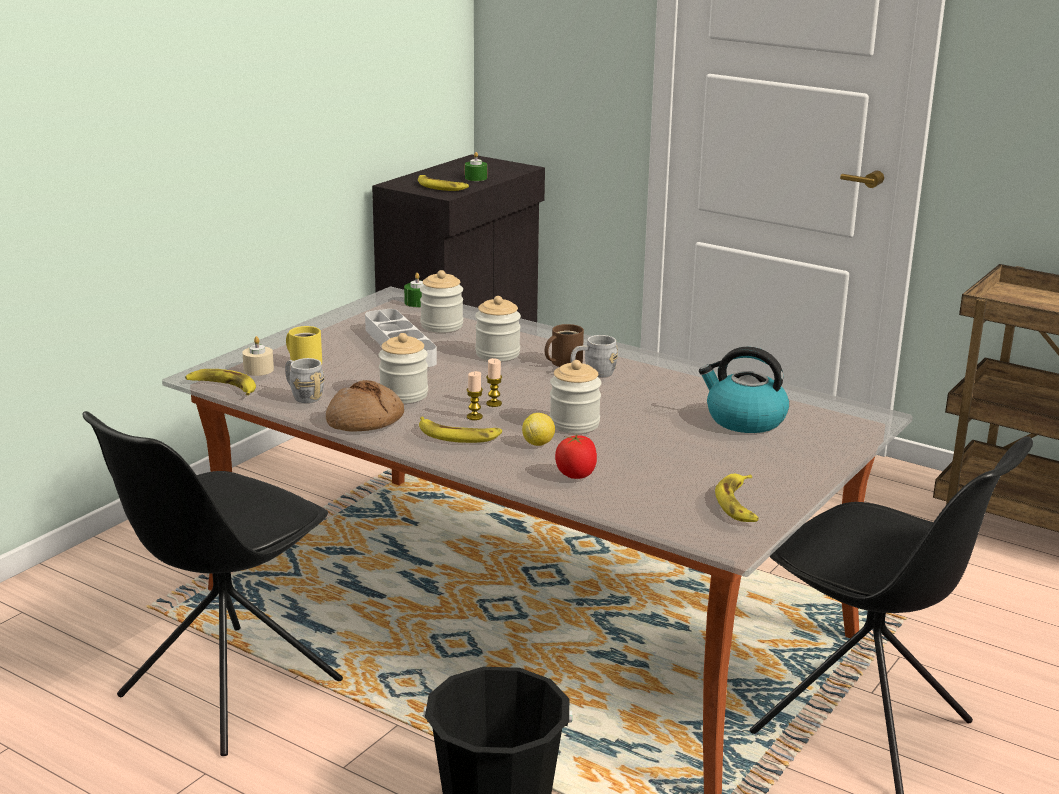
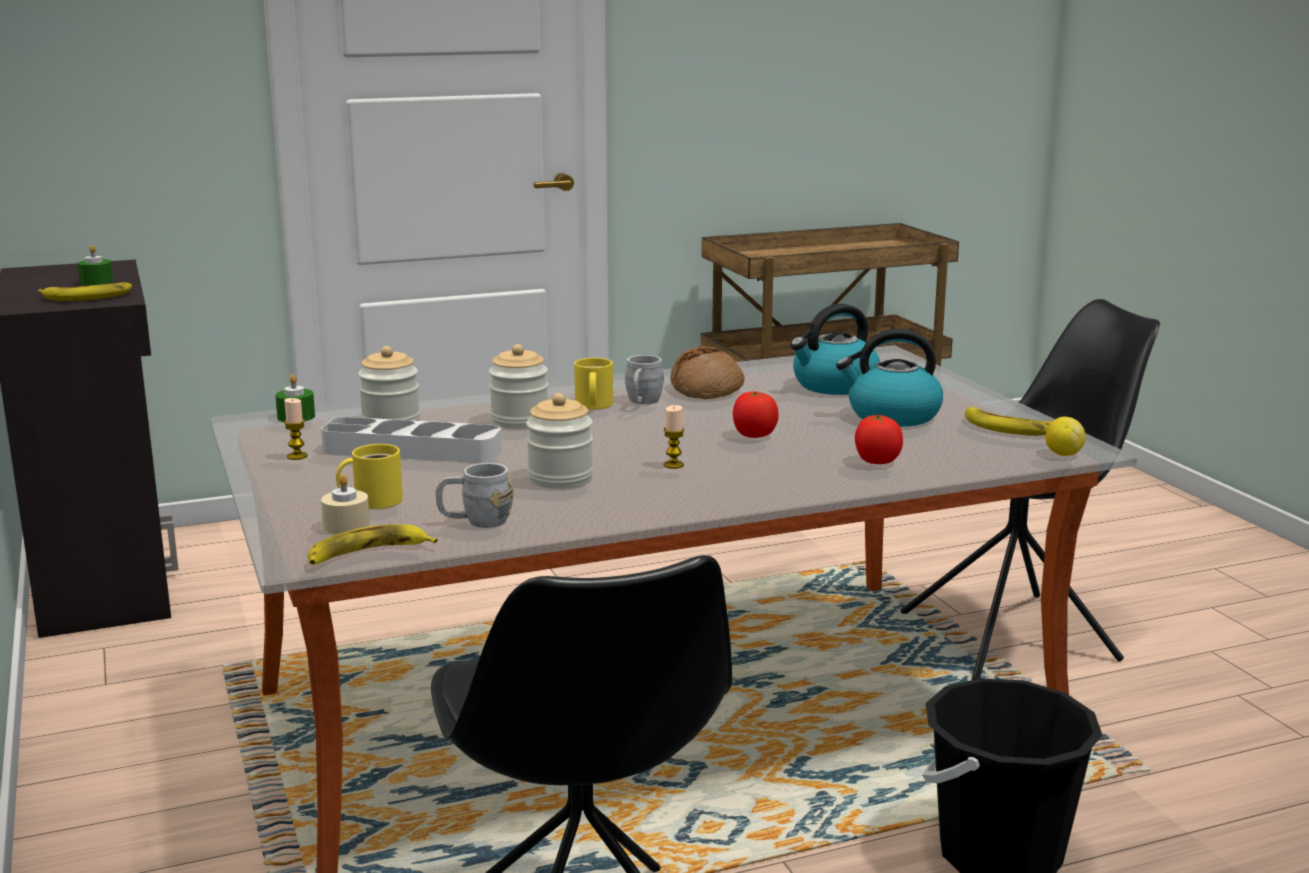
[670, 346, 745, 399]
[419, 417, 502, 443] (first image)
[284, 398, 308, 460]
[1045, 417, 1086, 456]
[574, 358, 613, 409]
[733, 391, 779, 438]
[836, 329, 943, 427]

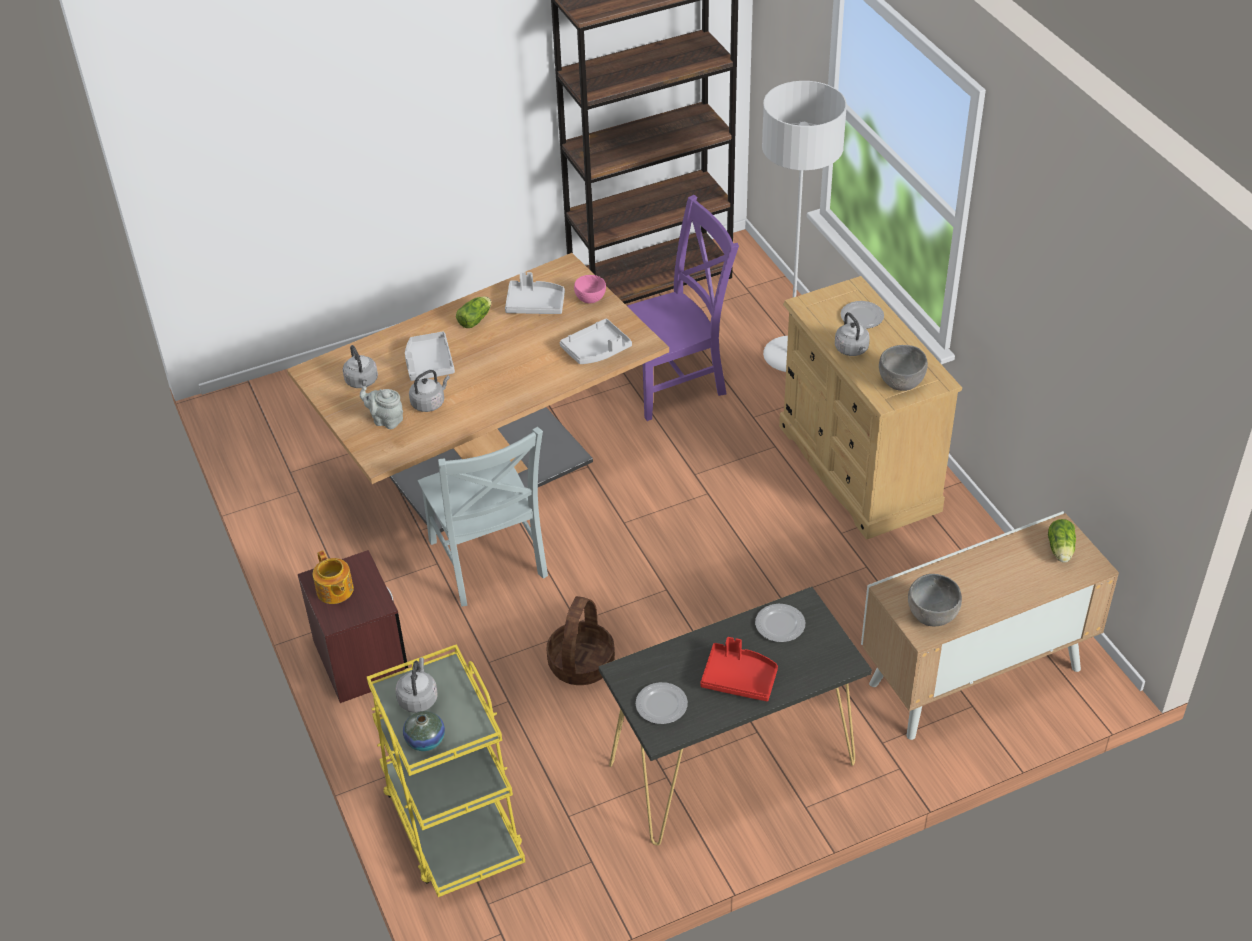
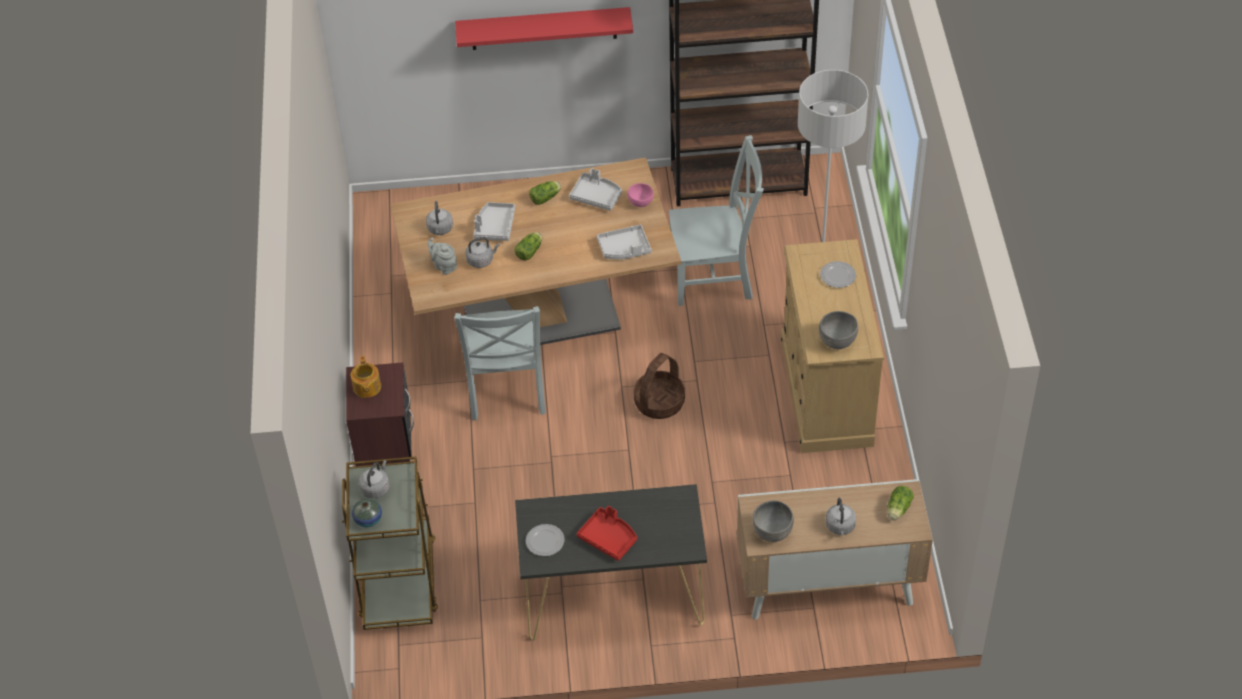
[342, 457, 438, 630]
[634, 353, 685, 419]
[669, 135, 764, 306]
[755, 604, 805, 642] (first image)
[826, 498, 856, 535]
[455, 7, 633, 50]
[514, 232, 542, 261]

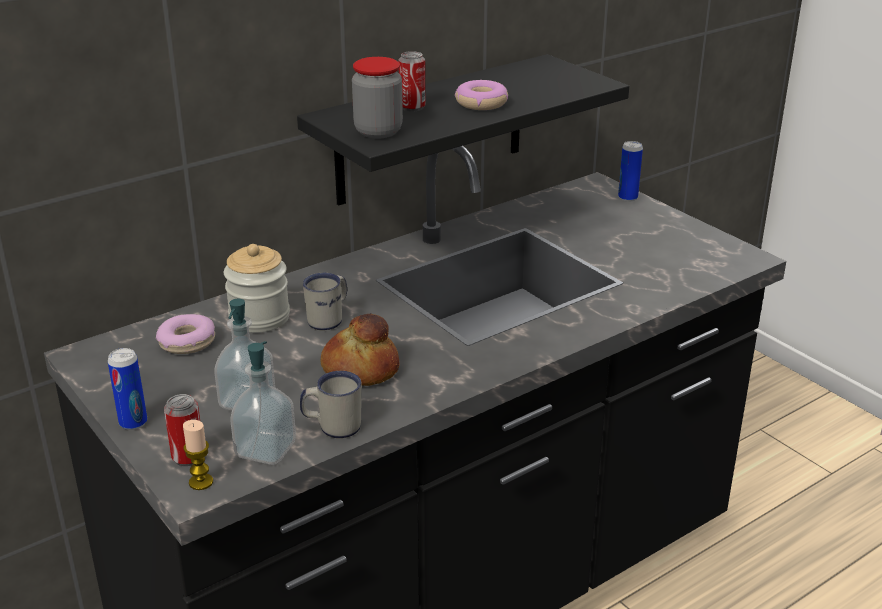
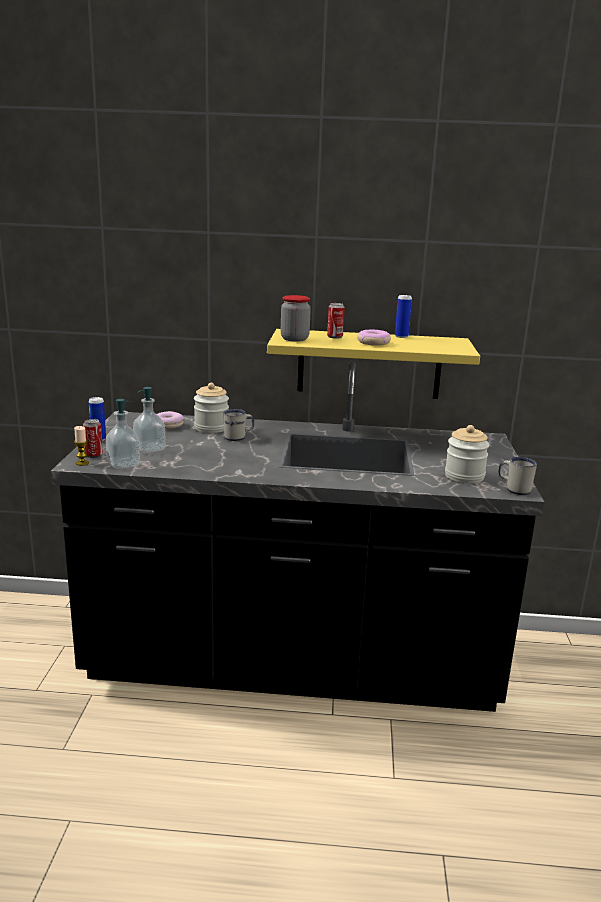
[267, 329, 480, 399]
[499, 457, 537, 495]
[321, 314, 399, 386] (first image)
[395, 295, 412, 338]
[445, 425, 489, 483]

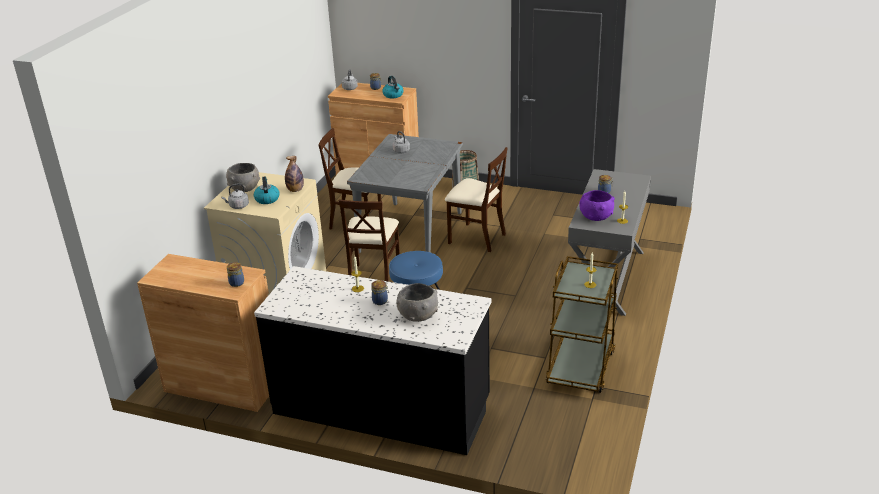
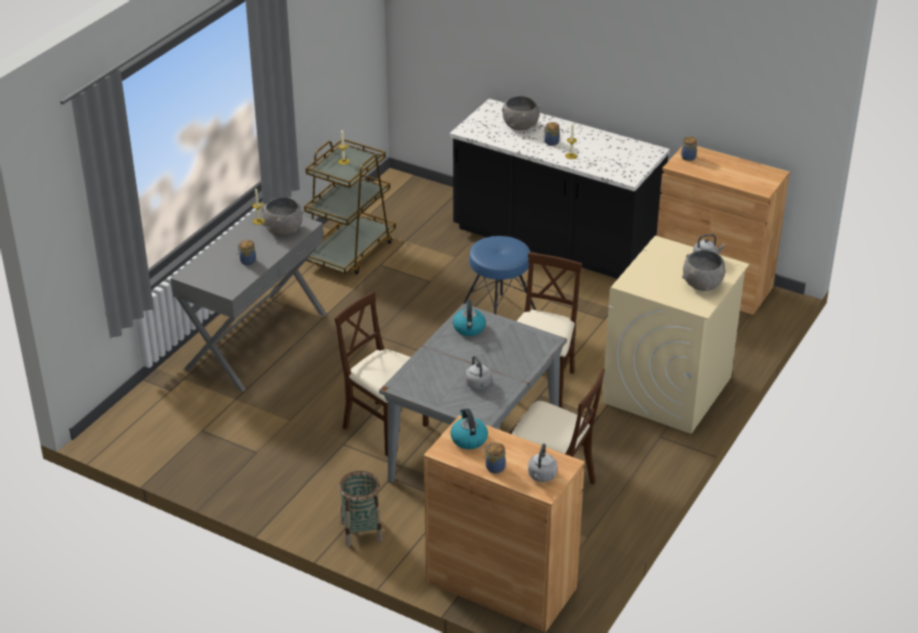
[453, 300, 486, 336]
[285, 156, 304, 192] (first image)
[261, 197, 304, 235]

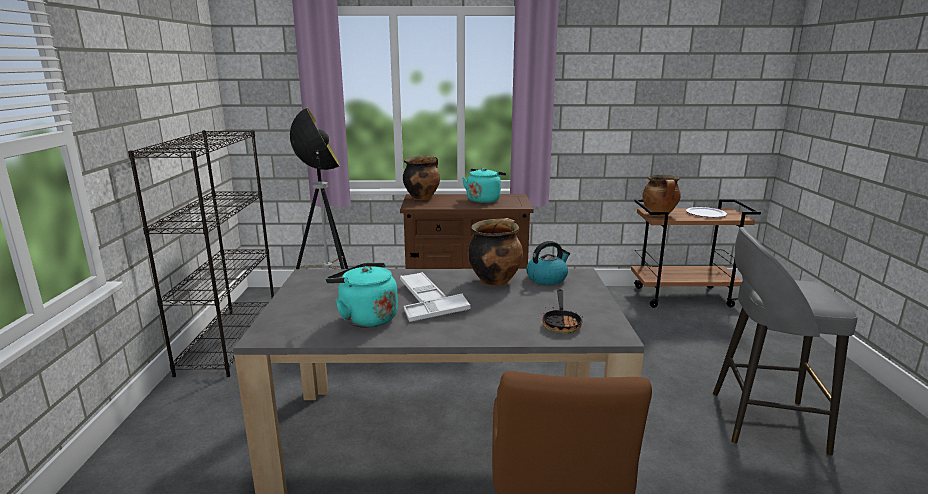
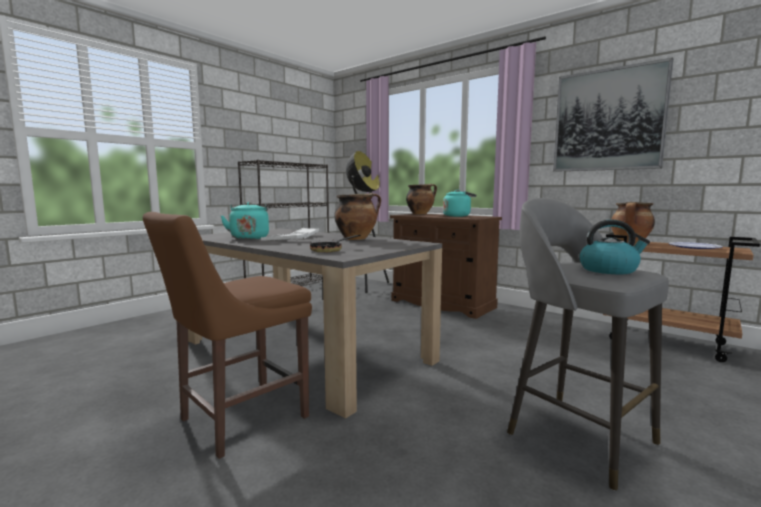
[579, 219, 650, 274]
[553, 58, 673, 172]

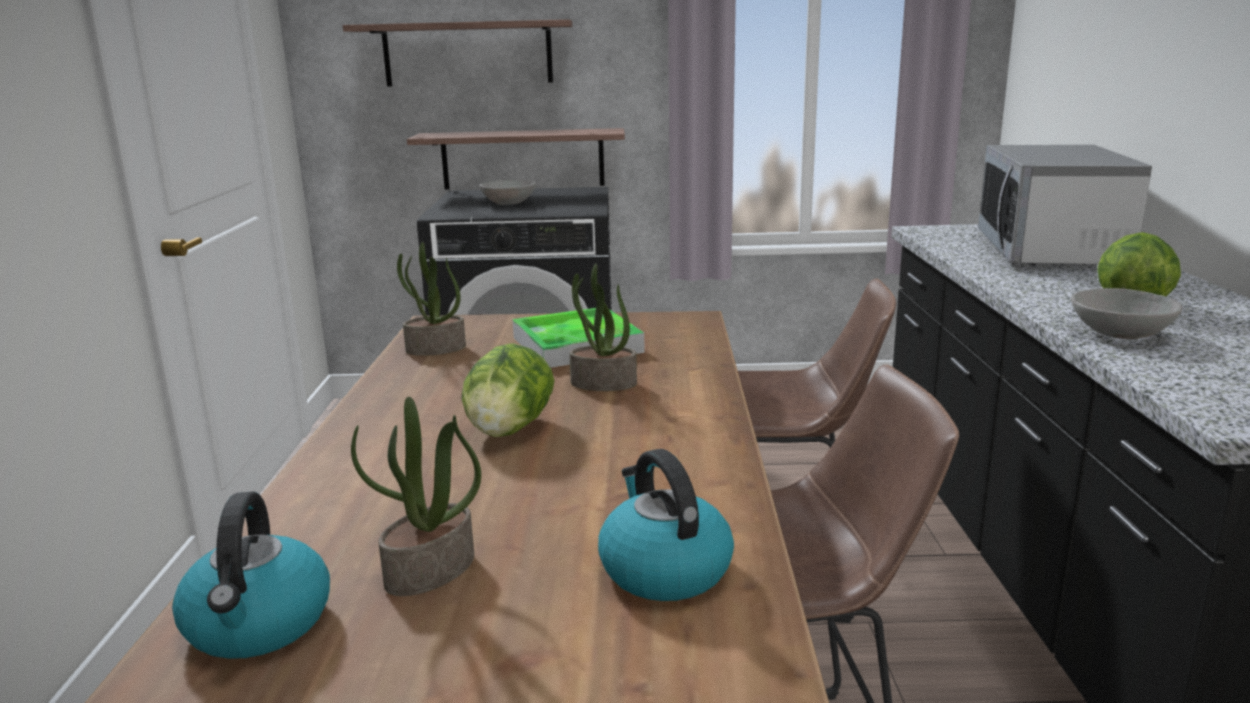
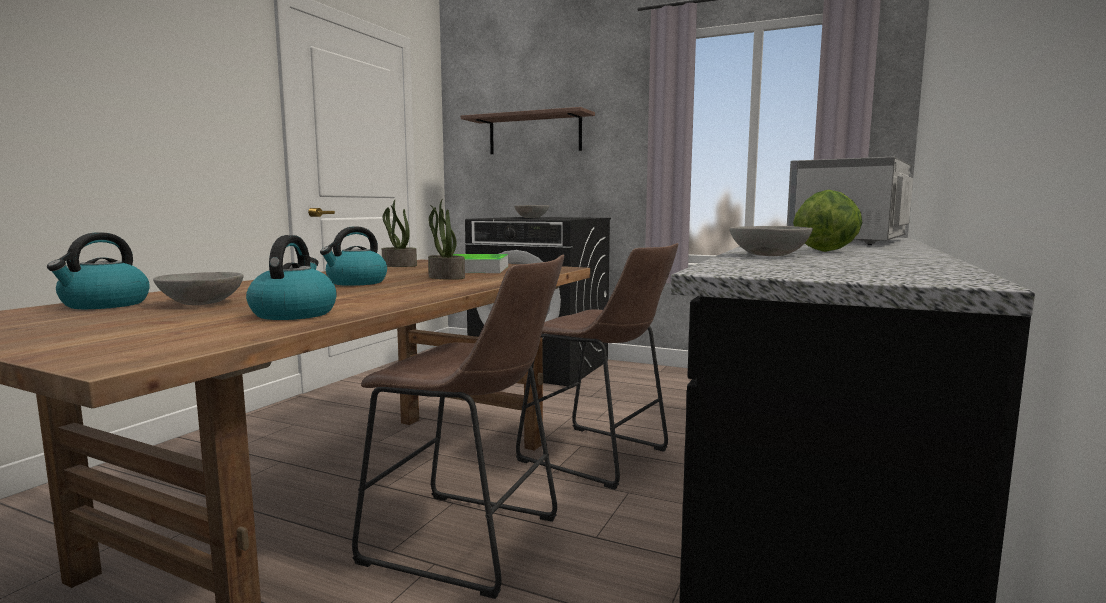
[153, 272, 244, 305]
[407, 128, 625, 190] (first image)
[320, 226, 387, 286]

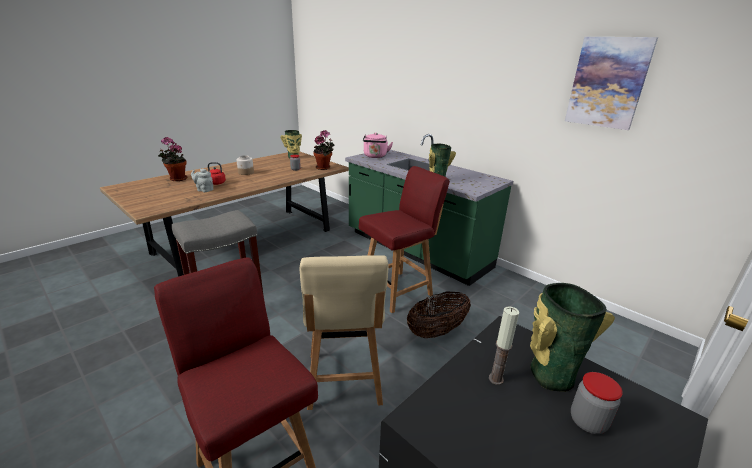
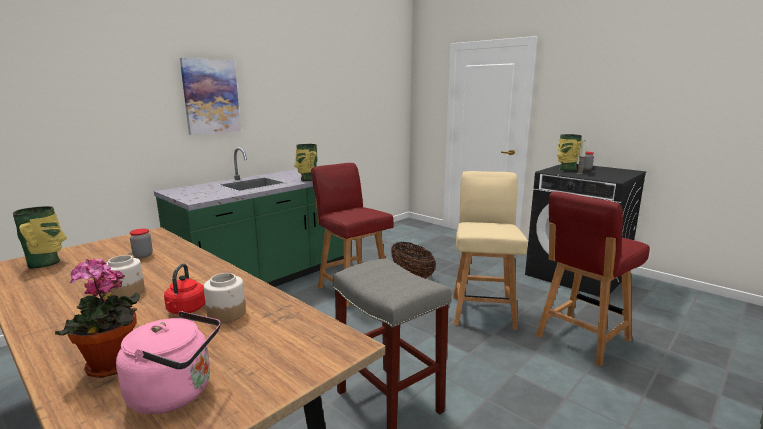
[204, 273, 246, 323]
[453, 171, 528, 330]
[313, 130, 335, 170] (first image)
[116, 311, 221, 414]
[180, 58, 241, 135]

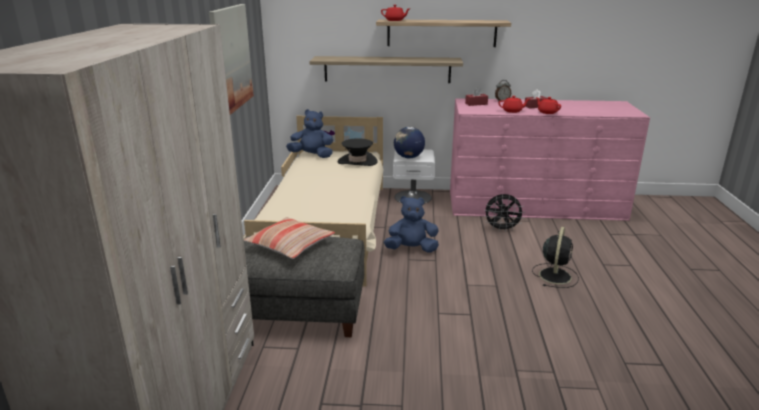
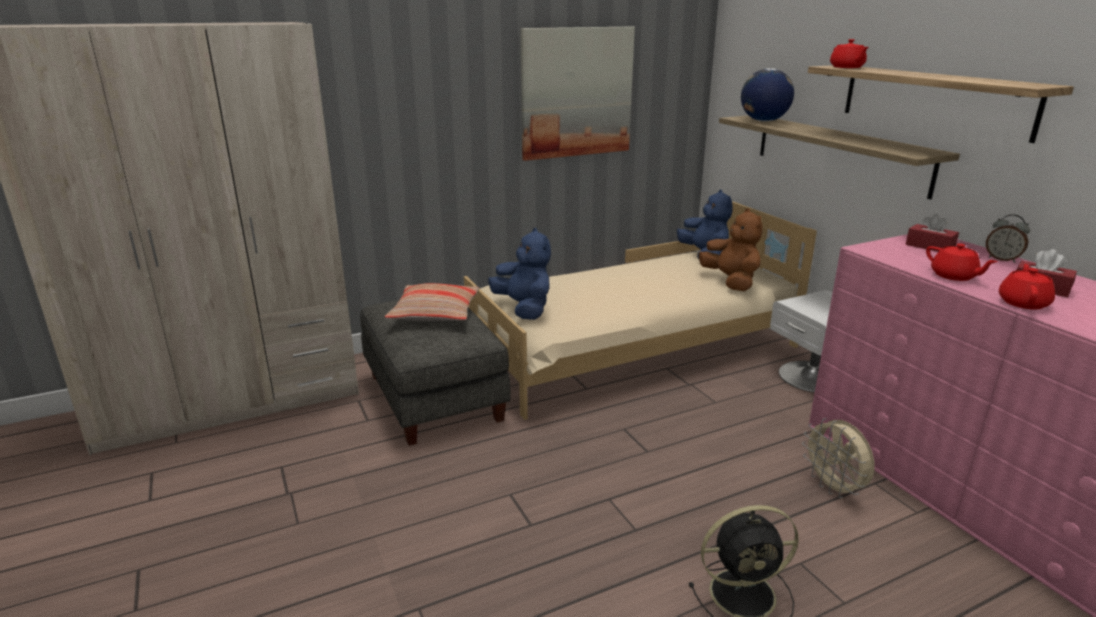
[699, 208, 763, 291]
[488, 228, 551, 320]
[741, 68, 794, 122]
[802, 418, 875, 498]

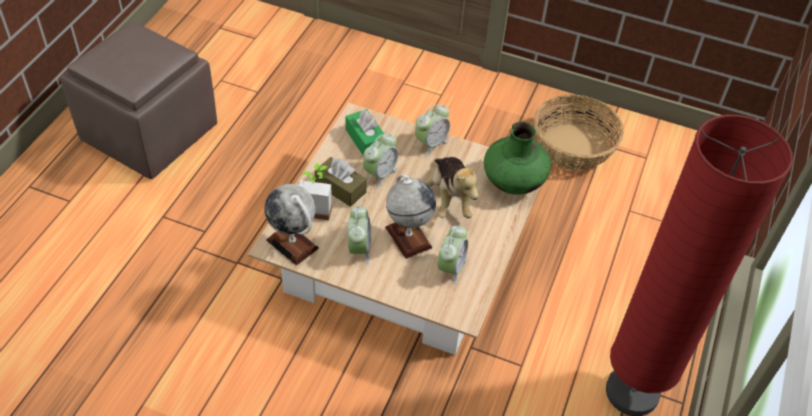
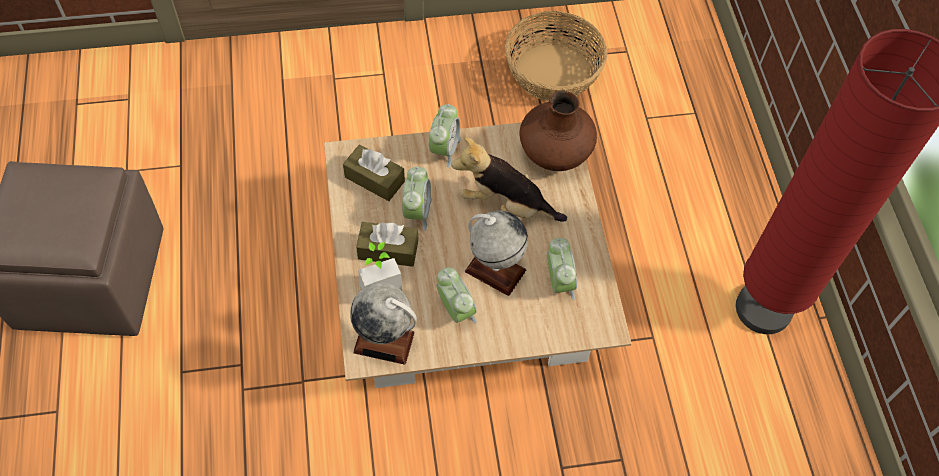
[343, 145, 405, 201]
[451, 137, 567, 222]
[520, 91, 597, 171]

